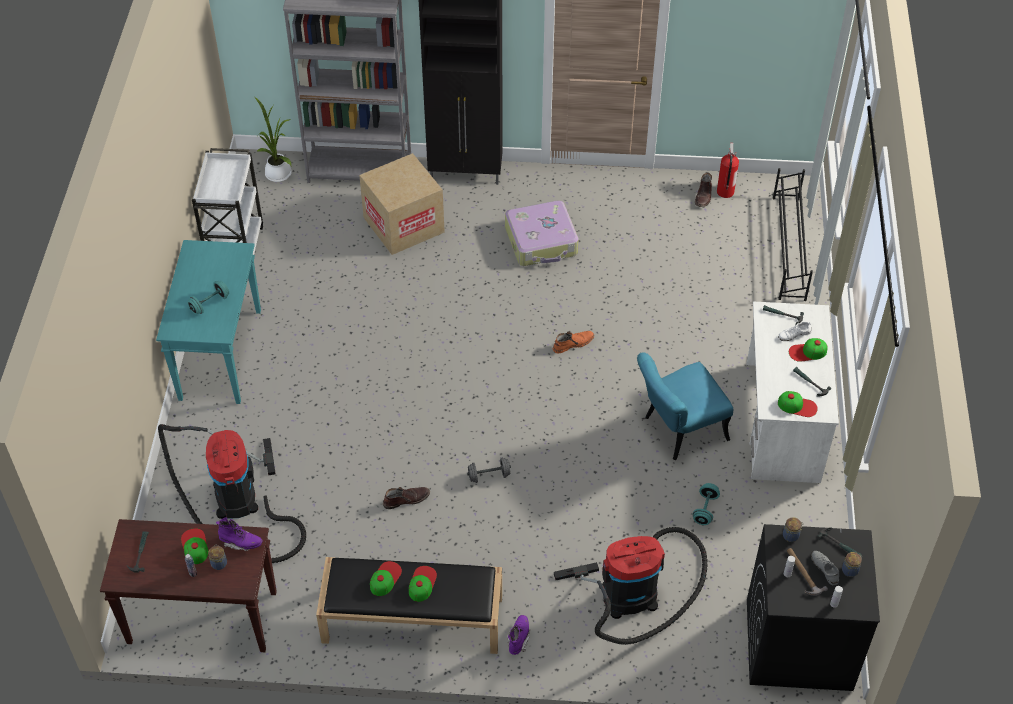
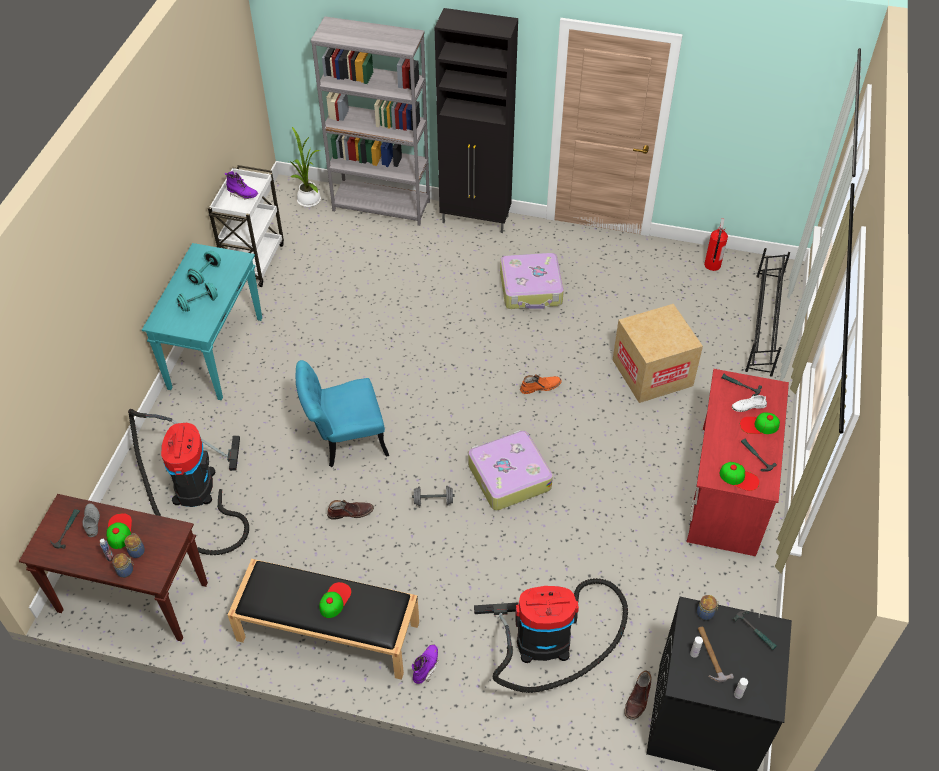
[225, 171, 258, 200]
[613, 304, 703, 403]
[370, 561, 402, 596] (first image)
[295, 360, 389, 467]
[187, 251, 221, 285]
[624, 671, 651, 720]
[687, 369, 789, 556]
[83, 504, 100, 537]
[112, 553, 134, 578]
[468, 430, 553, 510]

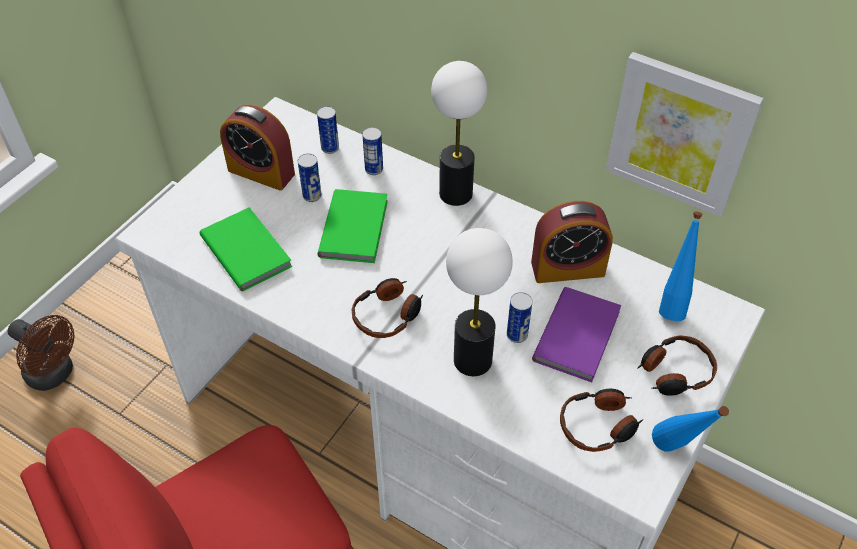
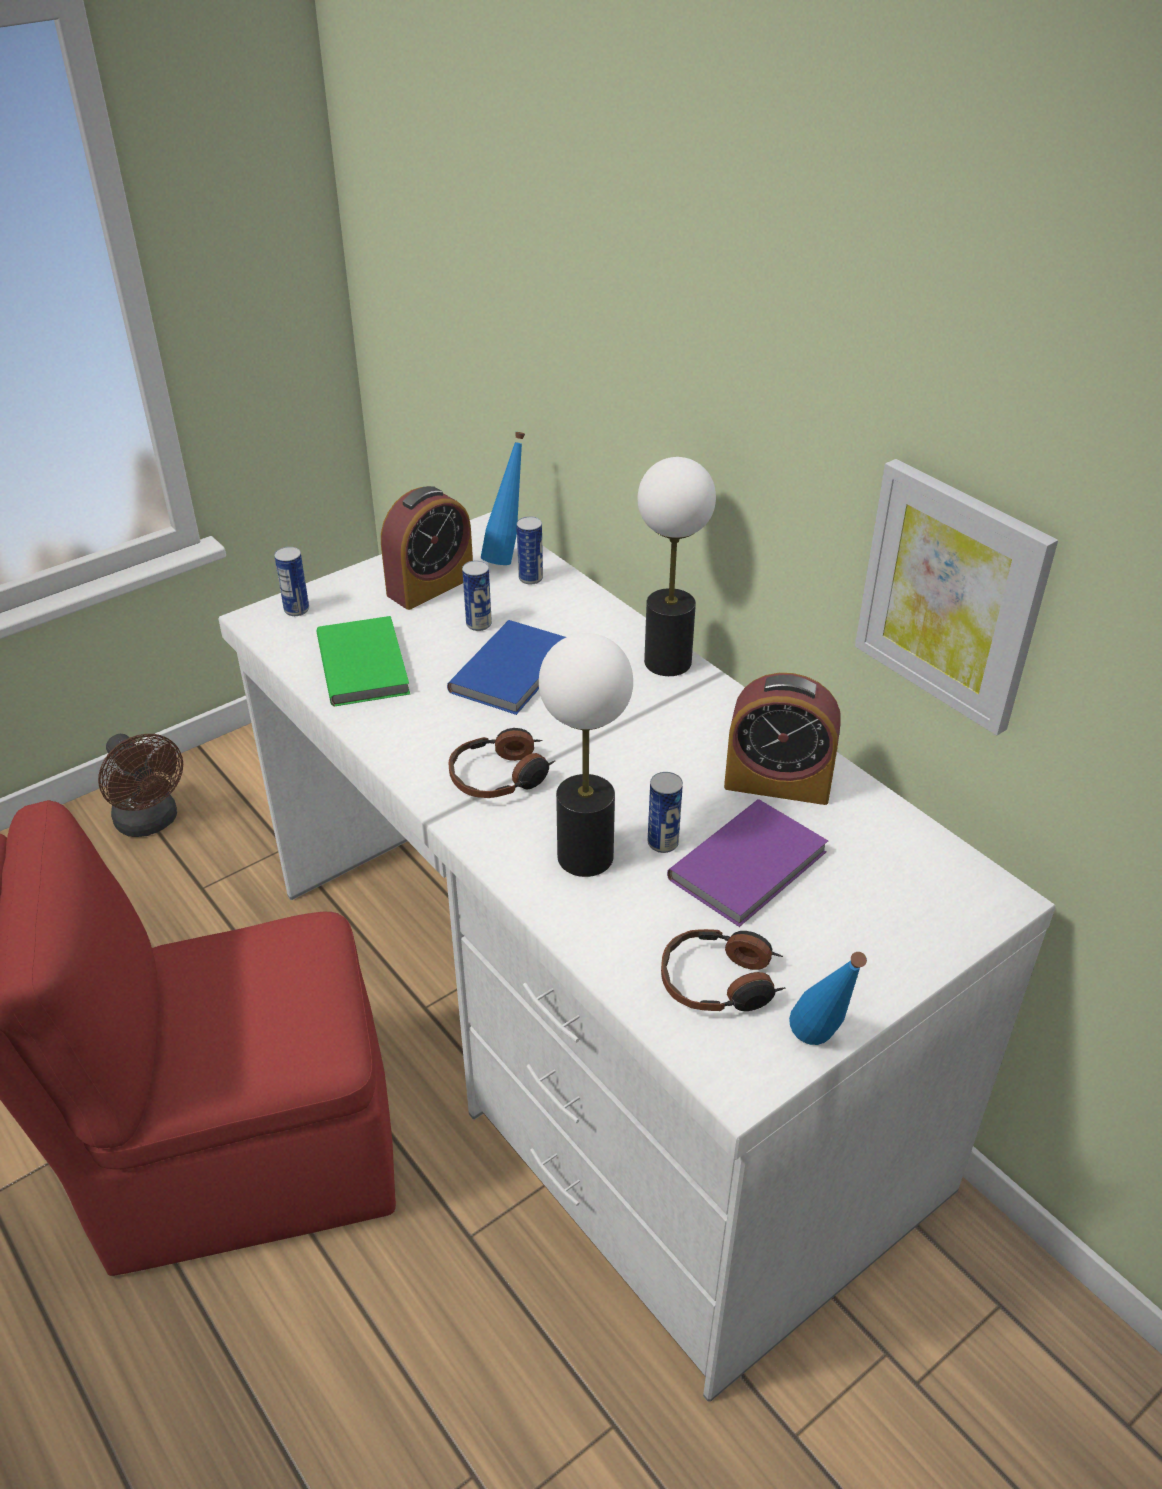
[381, 486, 473, 610]
[447, 620, 566, 715]
[274, 547, 309, 616]
[638, 335, 717, 396] (first image)
[481, 432, 525, 565]

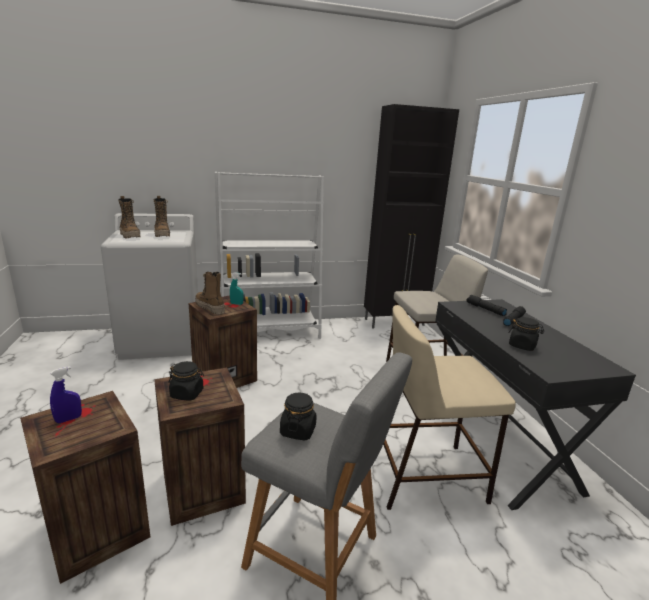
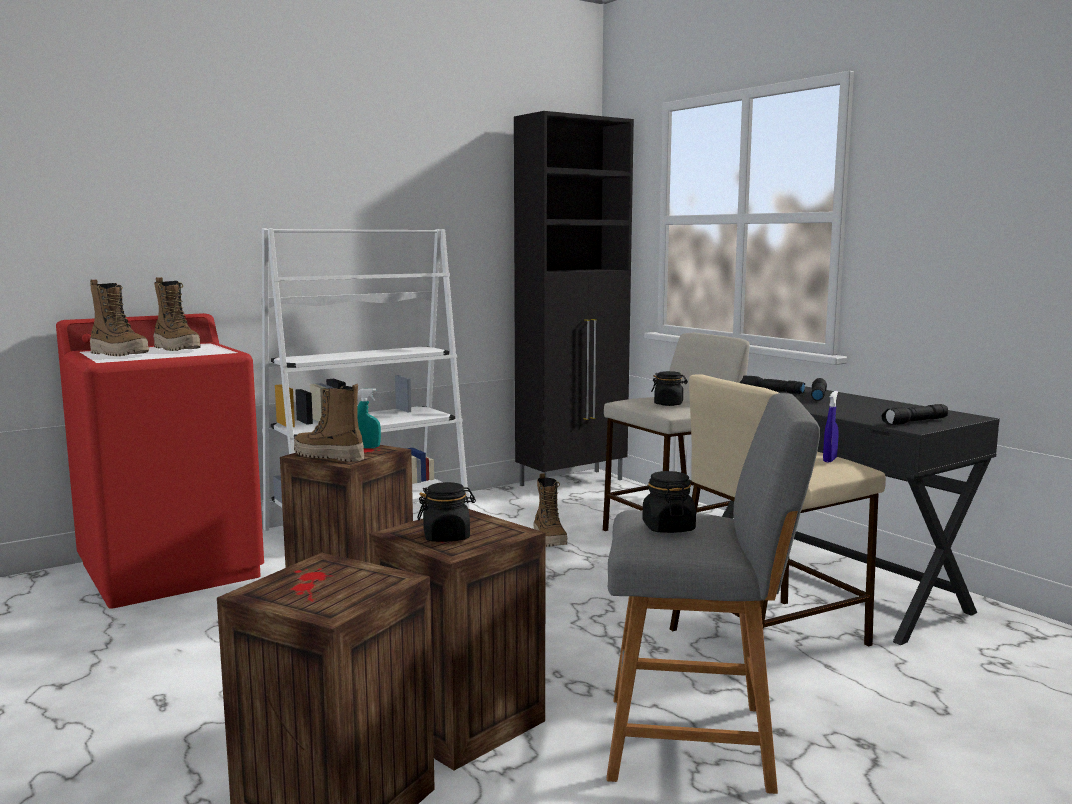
[823, 391, 839, 462]
[56, 313, 264, 609]
[651, 371, 688, 406]
[533, 473, 568, 547]
[882, 404, 948, 425]

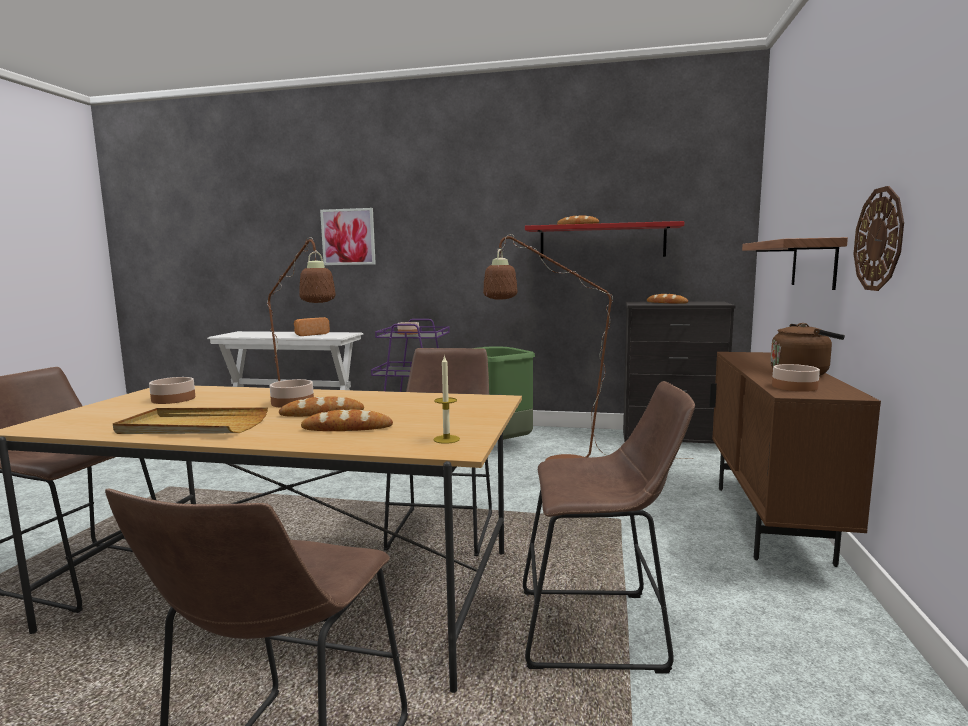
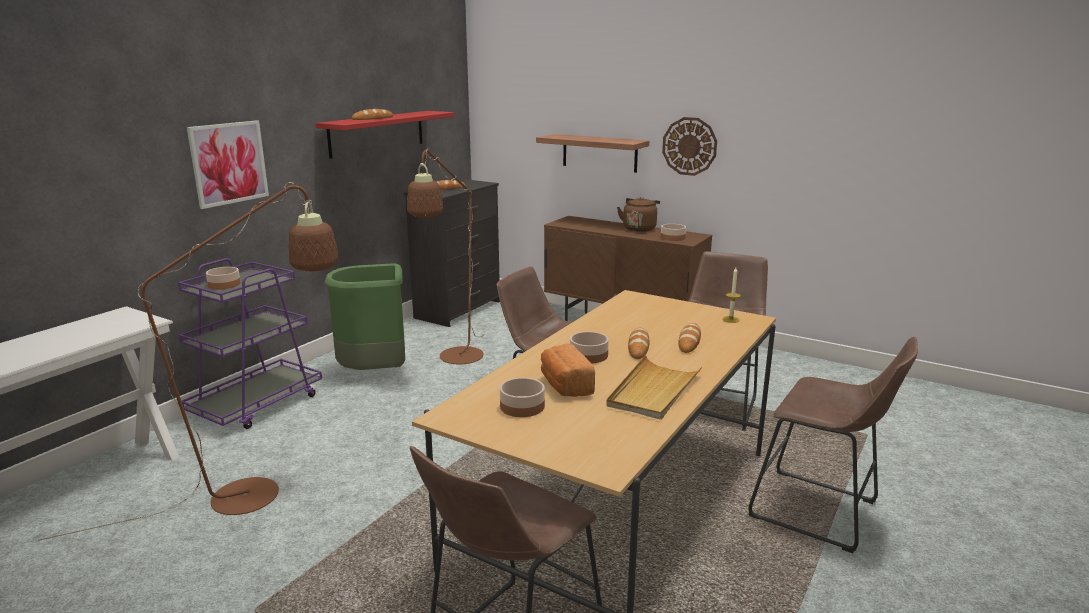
[541, 344, 595, 397]
[187, 120, 269, 209]

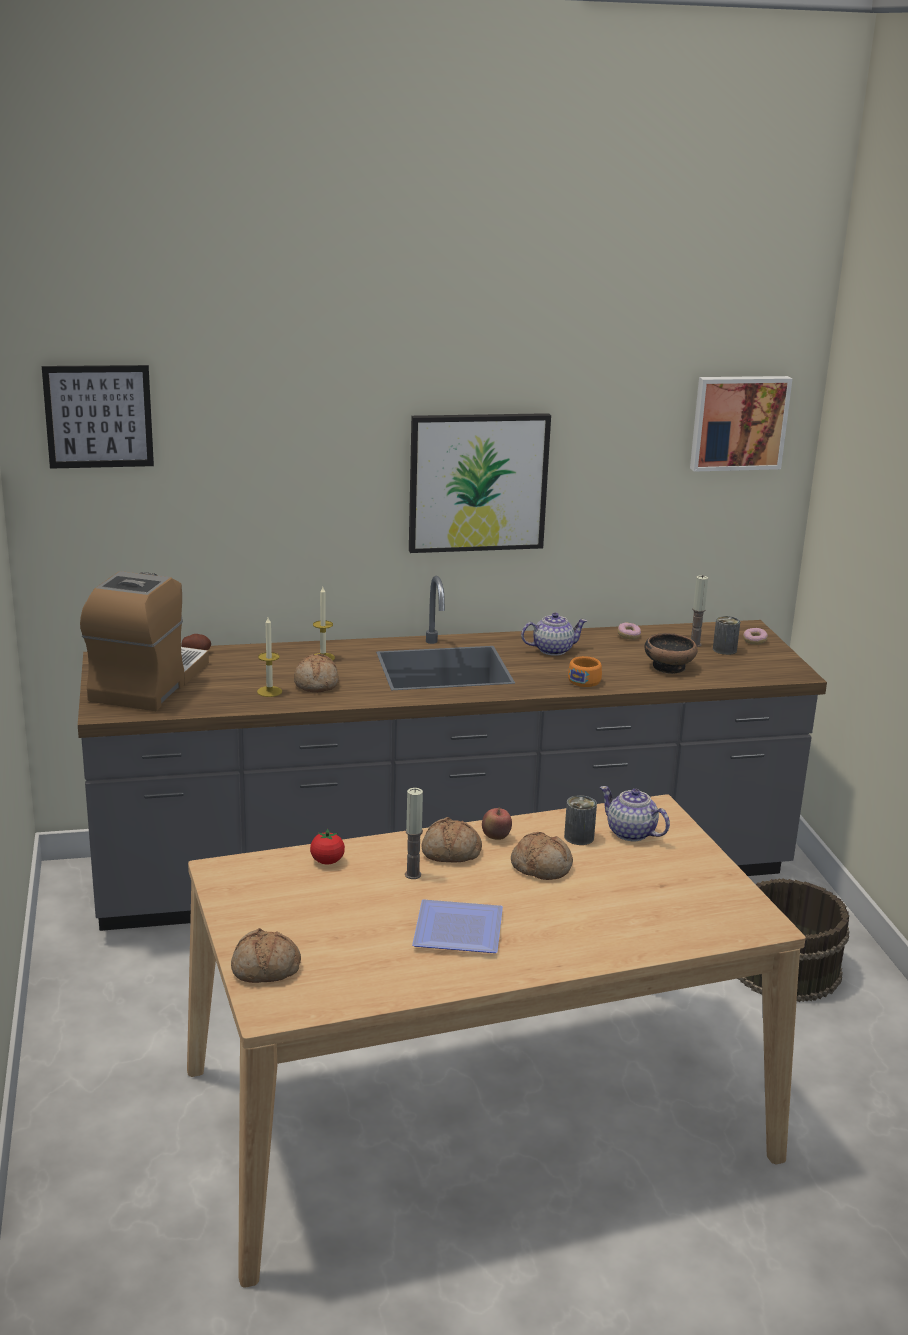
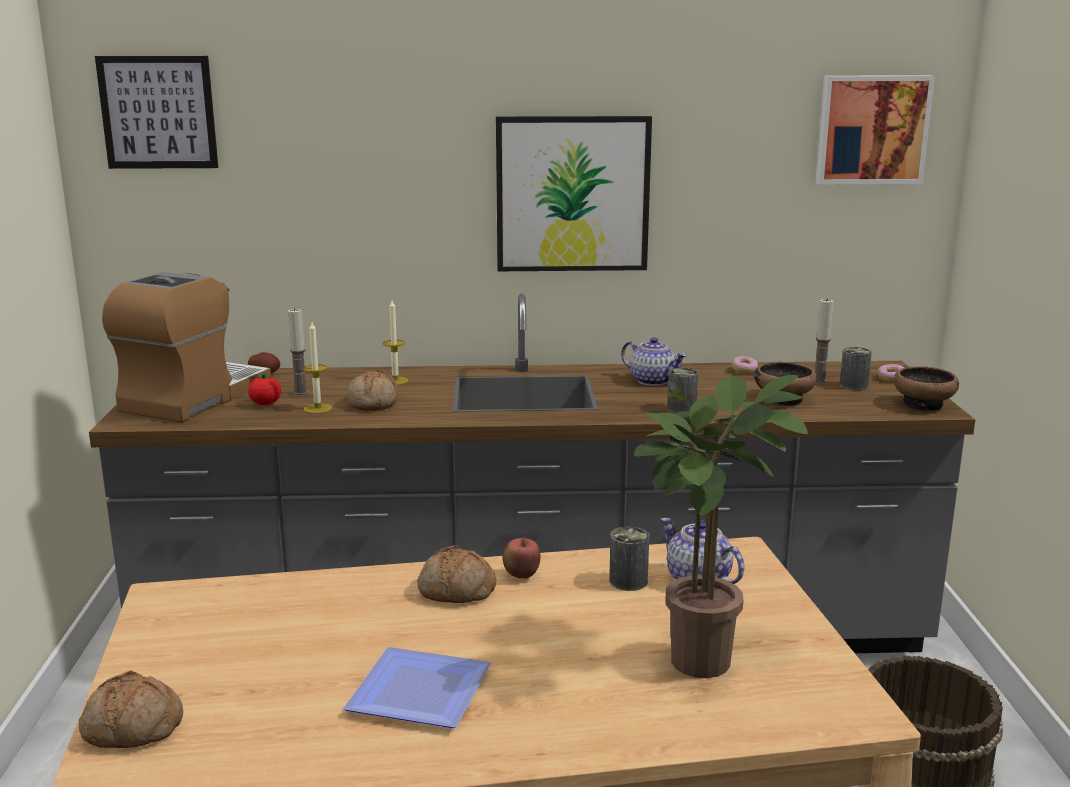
[248, 373, 281, 405]
[288, 308, 308, 395]
[511, 832, 573, 880] (first image)
[621, 337, 687, 386]
[667, 368, 698, 414]
[634, 375, 808, 678]
[894, 366, 959, 411]

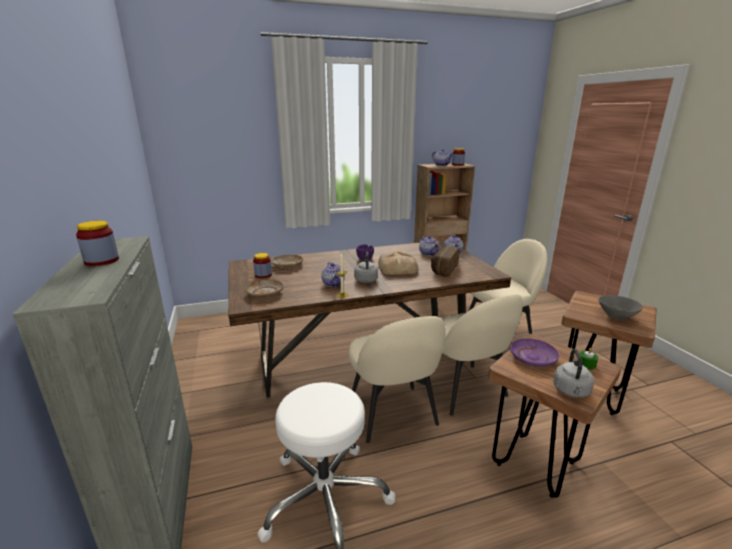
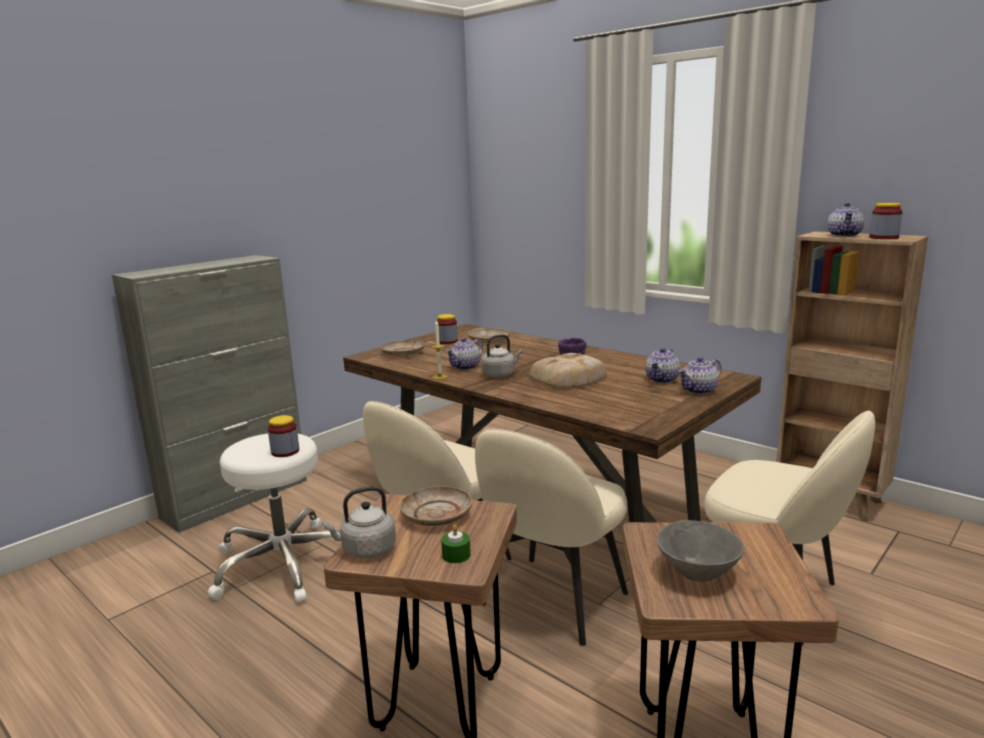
[268, 415, 299, 457]
[431, 246, 460, 277] (first image)
[400, 486, 473, 526]

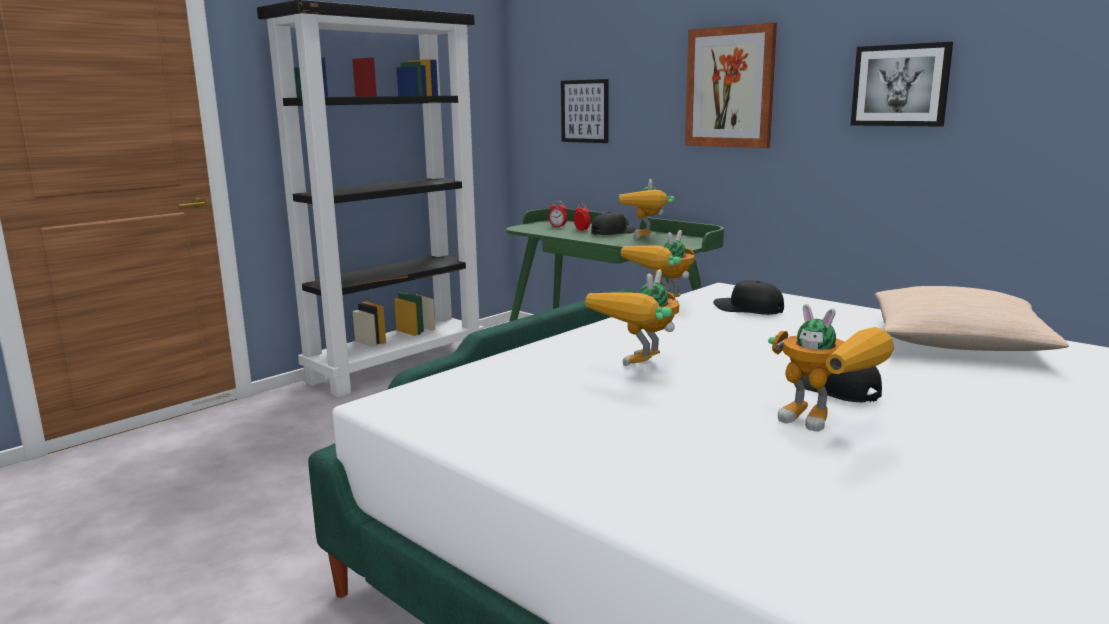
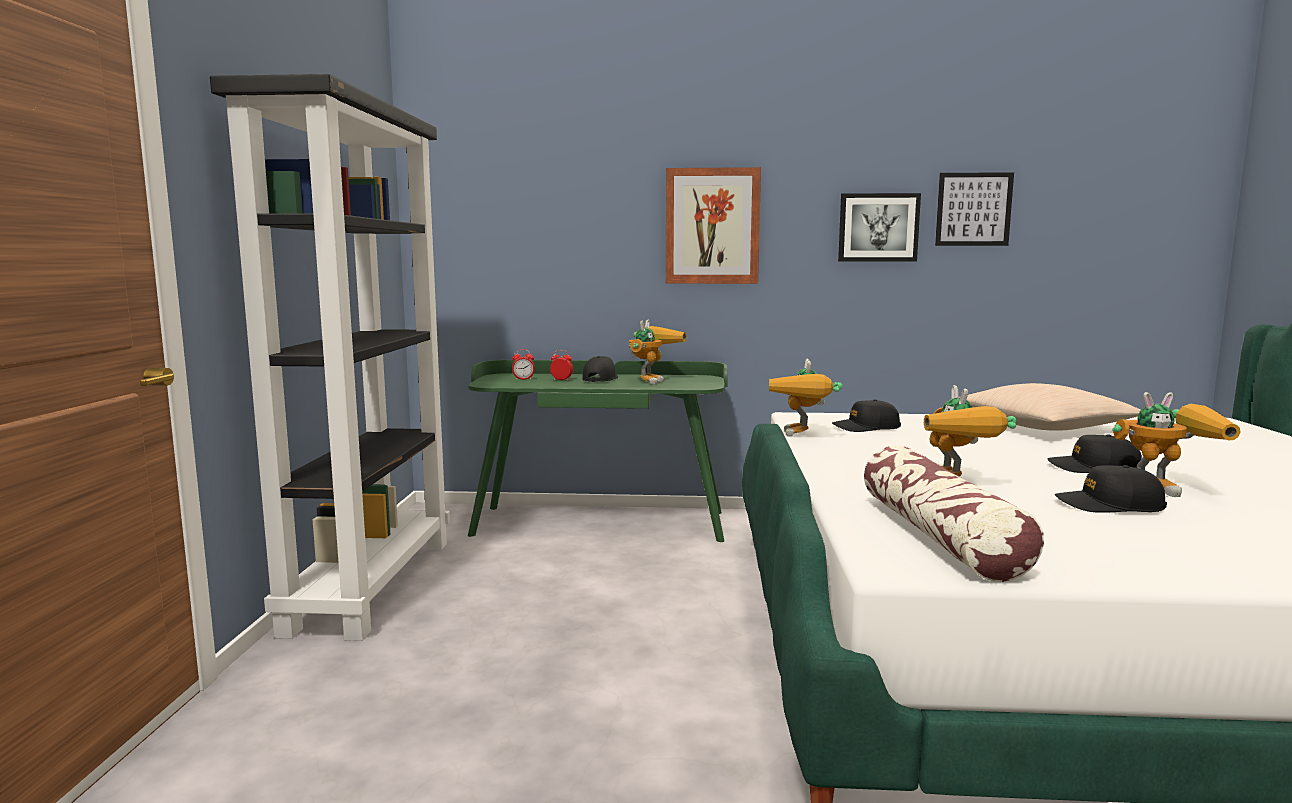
[935, 172, 1014, 246]
[629, 320, 687, 385]
[864, 445, 1044, 582]
[1055, 465, 1167, 513]

